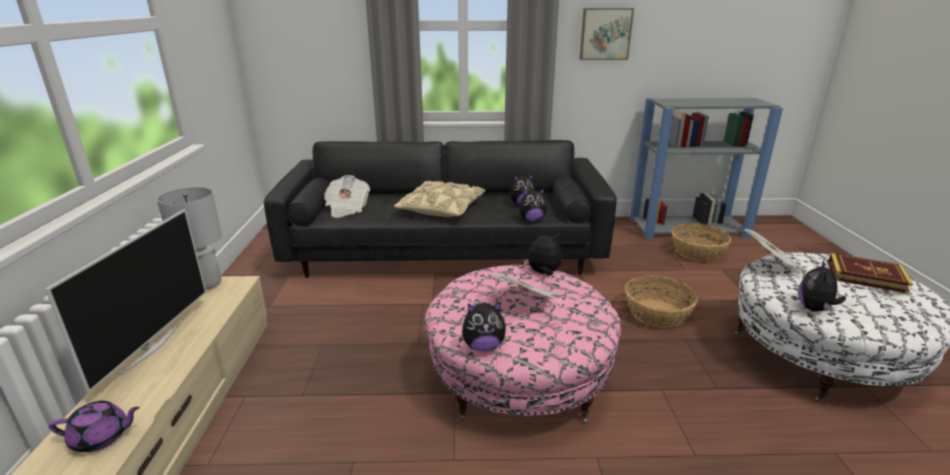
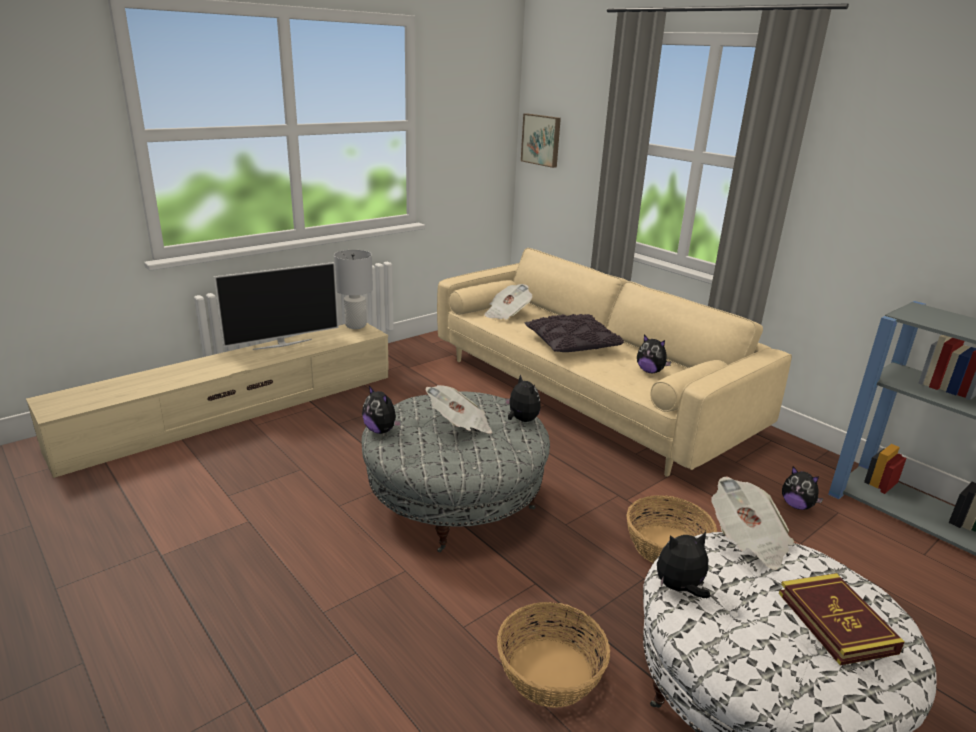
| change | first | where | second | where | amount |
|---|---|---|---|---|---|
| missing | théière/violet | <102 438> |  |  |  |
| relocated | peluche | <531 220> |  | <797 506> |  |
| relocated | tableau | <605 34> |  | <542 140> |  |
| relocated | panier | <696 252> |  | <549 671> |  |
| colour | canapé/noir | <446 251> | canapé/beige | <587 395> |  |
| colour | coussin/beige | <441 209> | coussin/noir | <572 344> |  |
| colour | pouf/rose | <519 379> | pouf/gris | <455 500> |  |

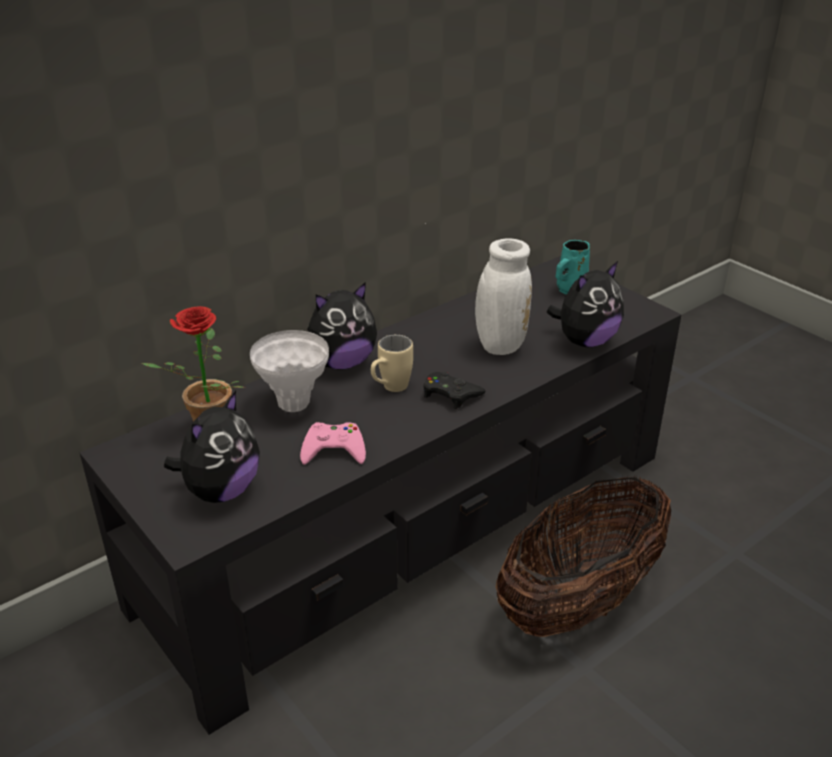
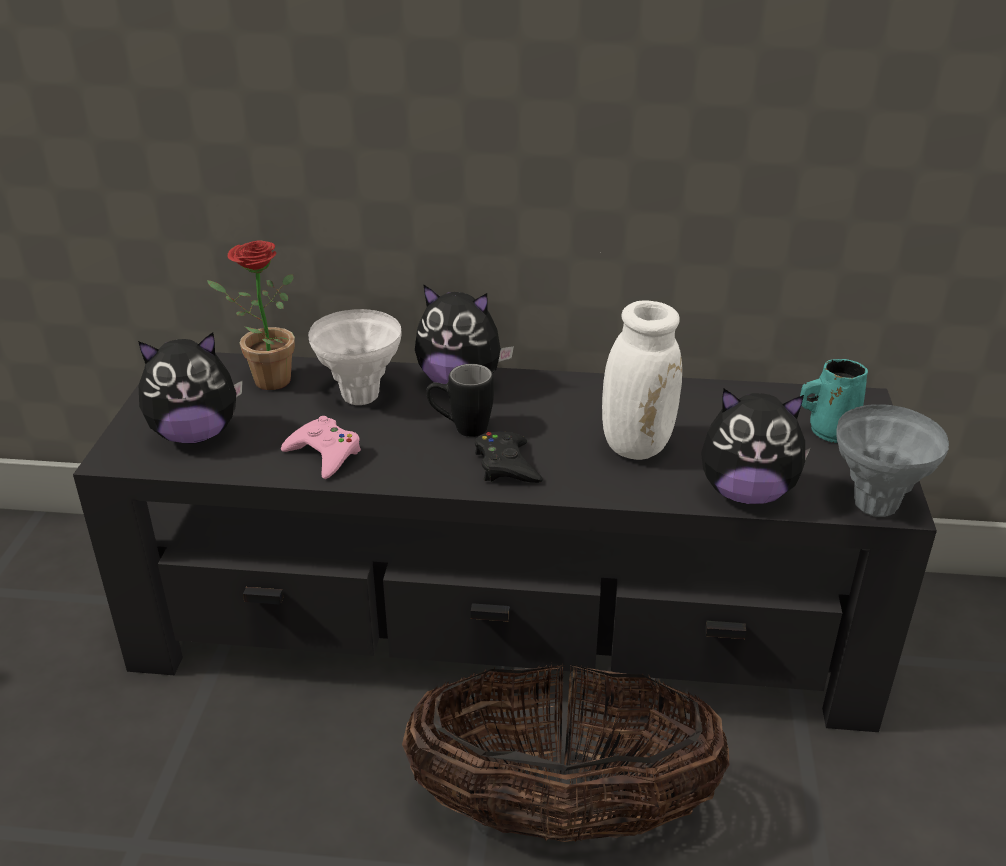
| change | first | where | second | where | amount |
|---|---|---|---|---|---|
| appeared |  |  | vase/gris | <874 505> |  |
| colour | mug/beige | <390 389> | mug/noir | <460 429> |  |

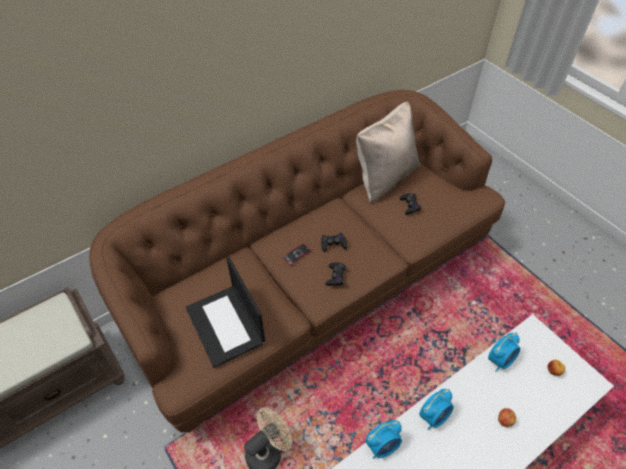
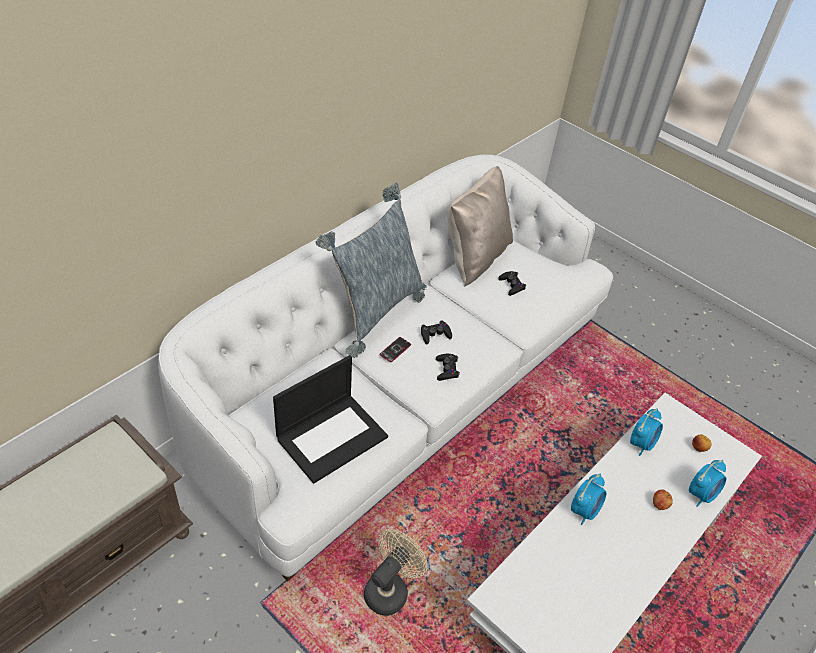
| change | first | where | second | where | amount |
|---|---|---|---|---|---|
| appeared |  |  | coussin | <372 317> |  |
| relocated | réveil | <382 446> |  | <701 494> |  |
| colour | canapé/marron | <312 285> | canapé/blanc | <400 395> |  |
| spun | ordinateur portable | <226 325> |  | <332 436> | 90 degrees counterclockwise |

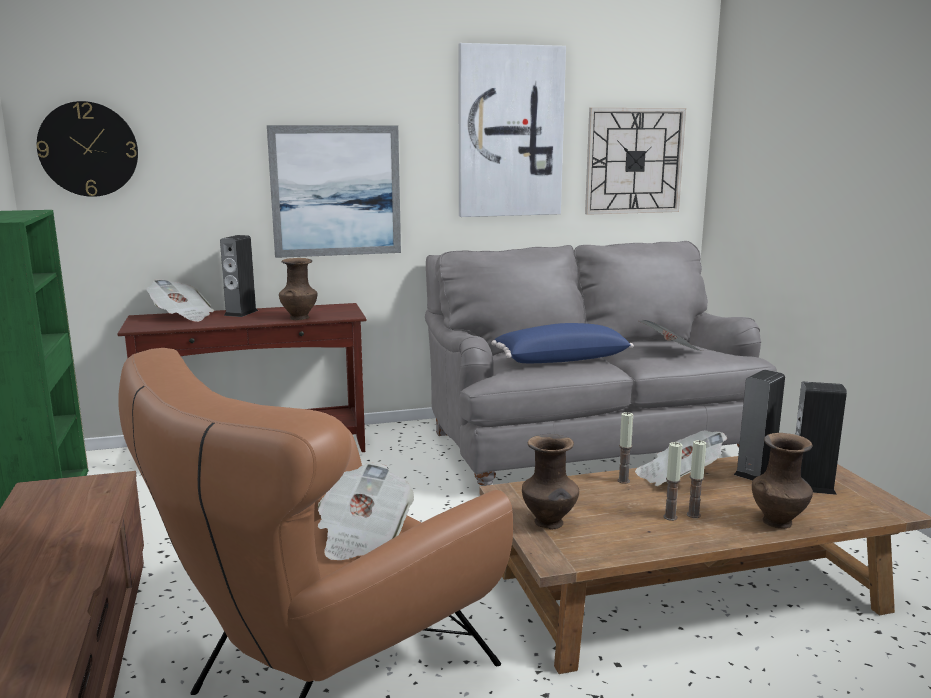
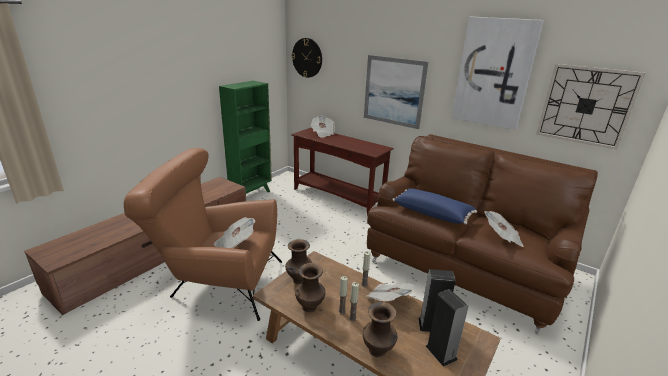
| change | first | where | second | where | amount |
|---|---|---|---|---|---|
| missing | enceinte | <241 313> |  |  |  |
| relocated | vase/marron | <299 318> |  | <310 306> |  |
| colour | canapé/gris | <583 443> | canapé/marron | <466 264> |  |

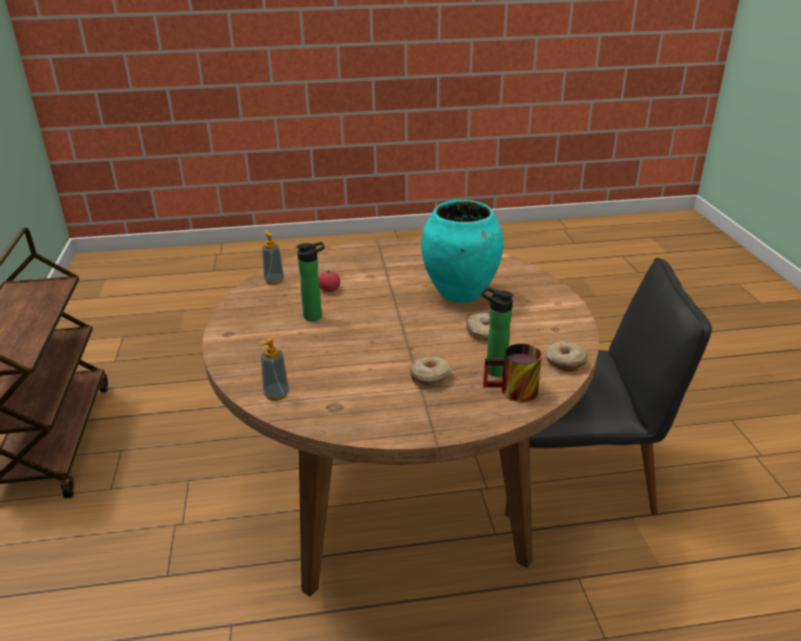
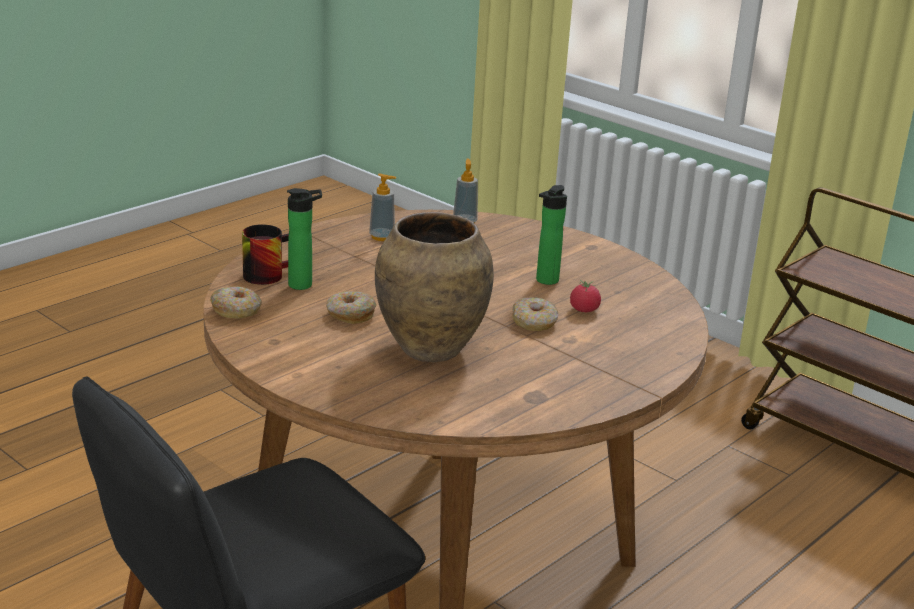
| change | first | where | second | where | amount |
|---|---|---|---|---|---|
| relocated | distributeur de savon | <274 280> |  | <382 237> |  |
| relocated | beignet | <430 377> |  | <534 322> |  |
| colour | vase/turquoise | <461 294> | vase/marron | <430 350> |  |

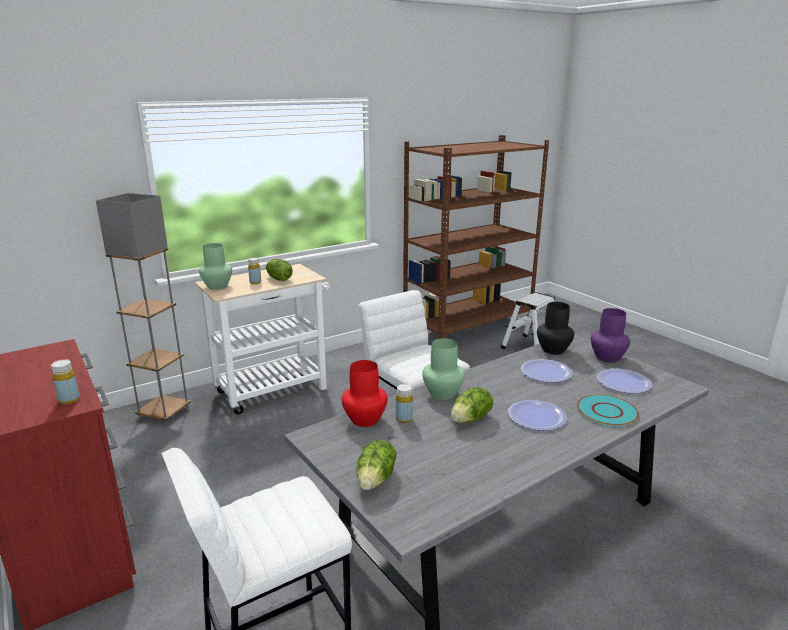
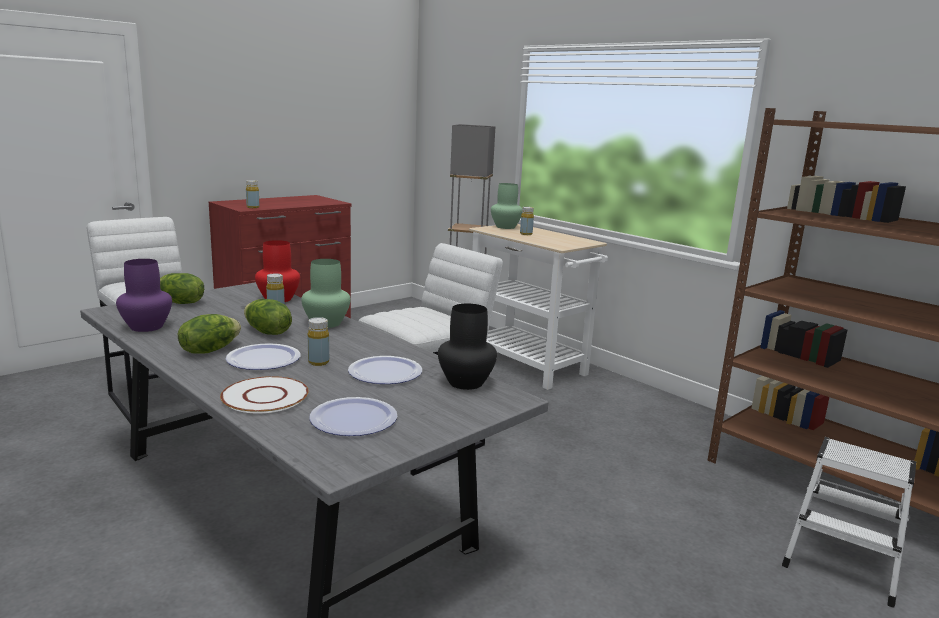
| change | first | where | second | where | amount |
|---|---|---|---|---|---|
| appeared |  |  | bouteille/jaune | <318 362> |  |
| relocated | laitue | <278 279> |  | <209 350> |  |
| relocated | vase/violet | <607 358> |  | <146 327> |  |
| colour | assiette/turquoise | <606 411> | assiette/blanc | <266 396> |  |

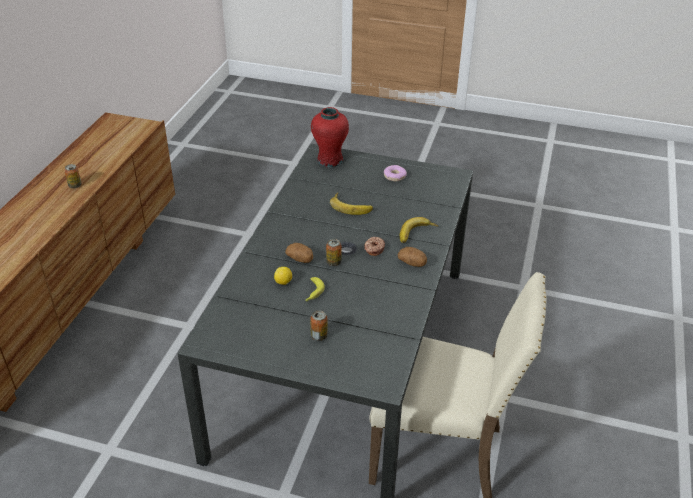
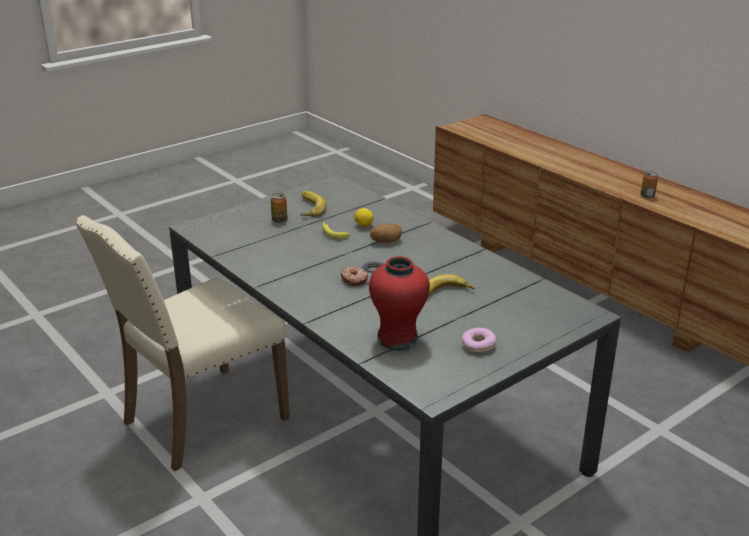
| change | first | where | second | where | amount |
|---|---|---|---|---|---|
| missing | boîte métallique | <333 262> |  |  |  |
| missing | pomme de terre | <412 263> |  |  |  |
| relocated | vase/rouge | <329 160> |  | <397 338> |  |
| relocated | banane | <417 234> |  | <308 208> |  |

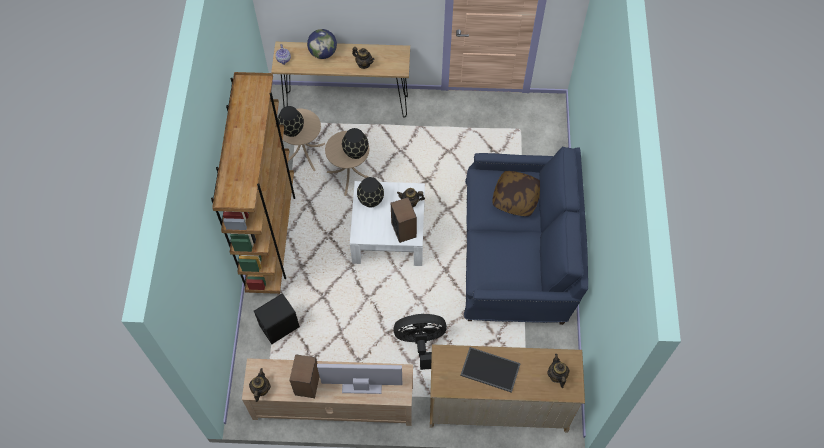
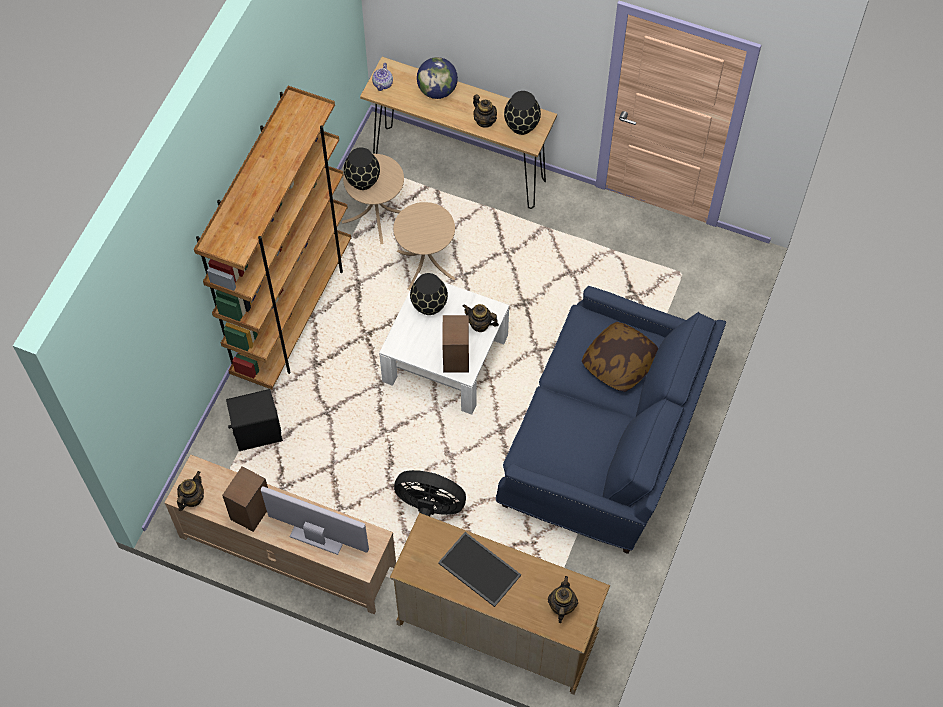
| change | first | where | second | where | amount |
|---|---|---|---|---|---|
| relocated | vase/noir | <356 151> |  | <522 125> |  |

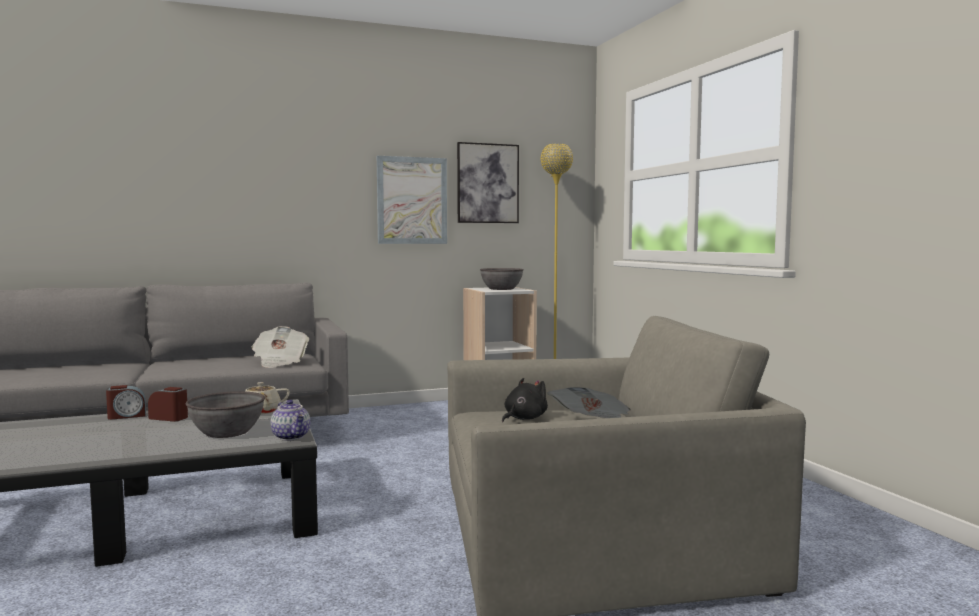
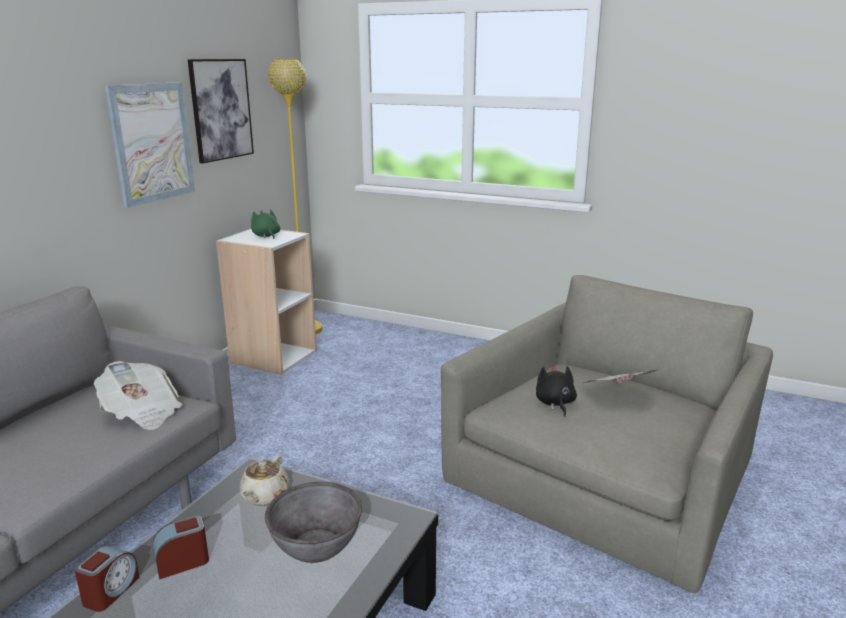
| change | first | where | second | where | amount |
|---|---|---|---|---|---|
| missing | théière | <292 437> |  |  |  |
| exchanged | bol/gris | <501 289> | peluche/vert | <266 236> |  |

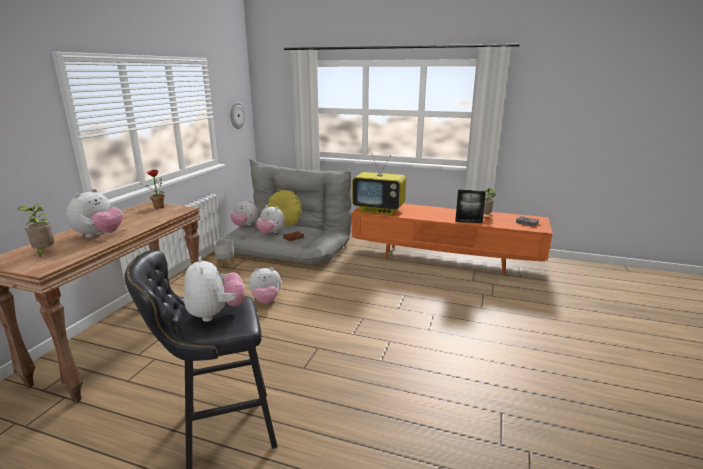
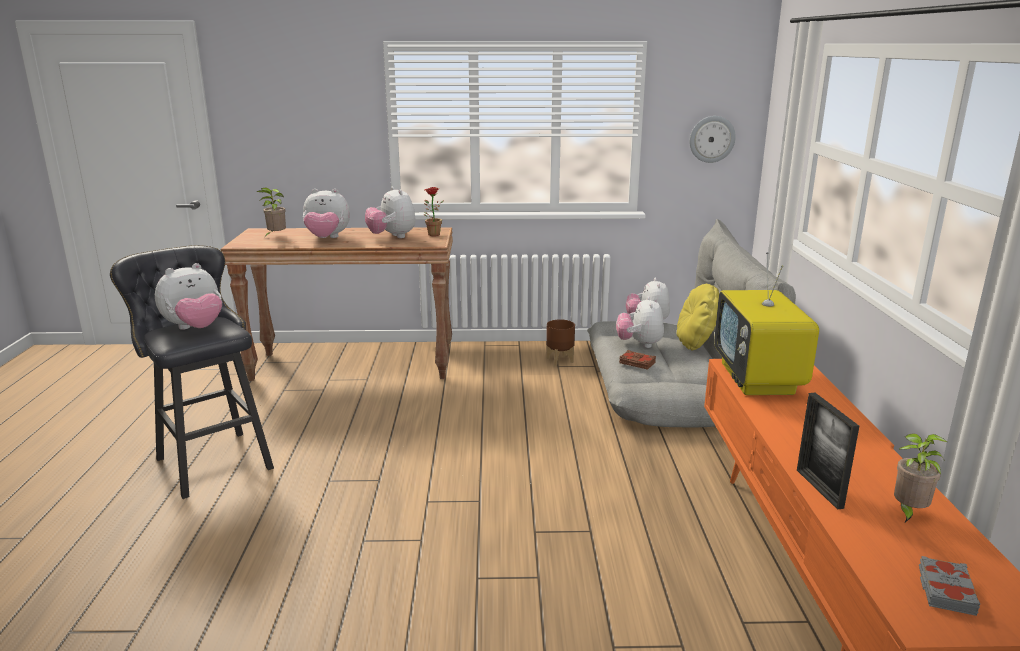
| change | first | where | second | where | amount |
|---|---|---|---|---|---|
| relocated | peluche | <266 300> |  | <392 237> |  |
| colour | cache-pot/gris | <226 265> | cache-pot/marron | <560 360> |  |

